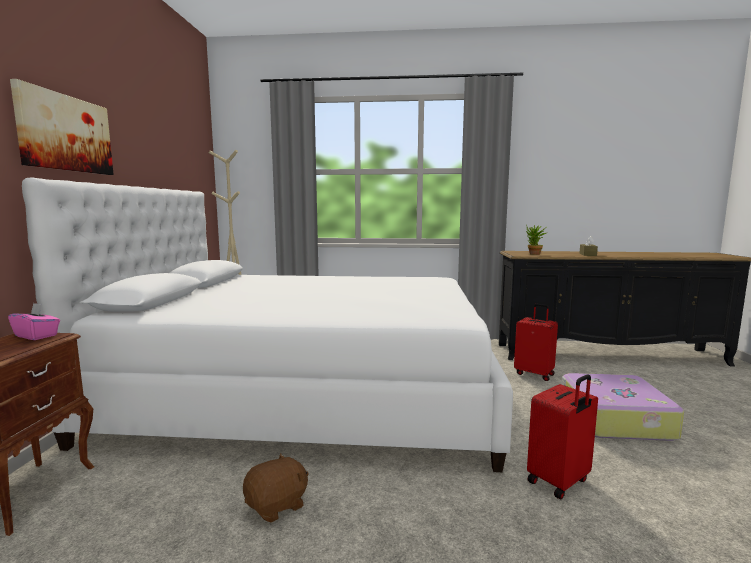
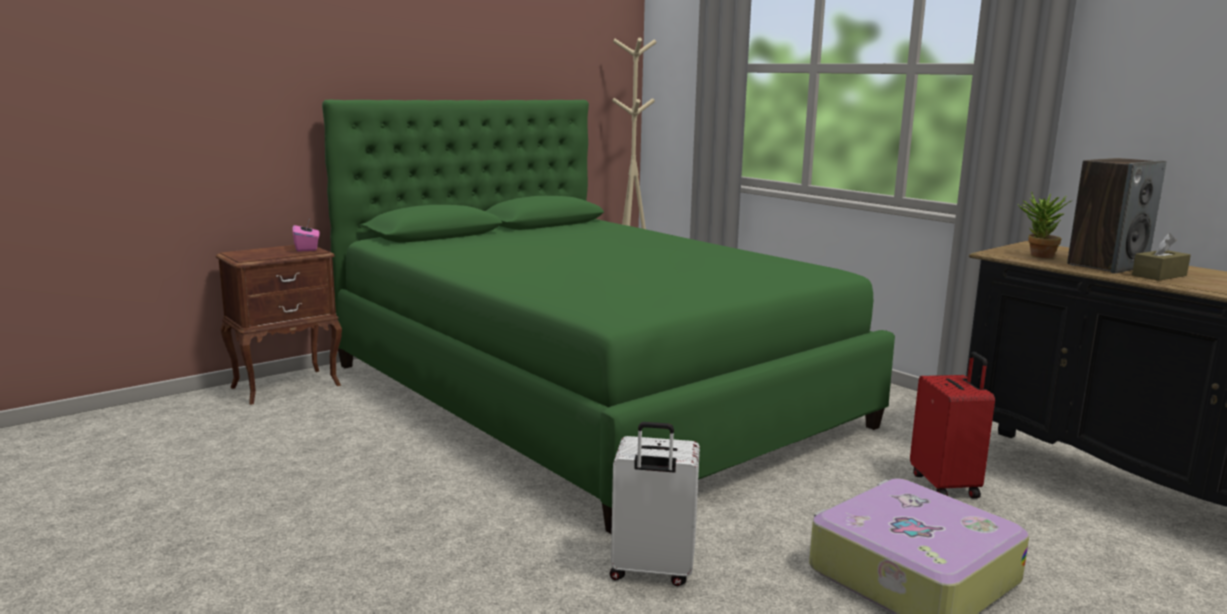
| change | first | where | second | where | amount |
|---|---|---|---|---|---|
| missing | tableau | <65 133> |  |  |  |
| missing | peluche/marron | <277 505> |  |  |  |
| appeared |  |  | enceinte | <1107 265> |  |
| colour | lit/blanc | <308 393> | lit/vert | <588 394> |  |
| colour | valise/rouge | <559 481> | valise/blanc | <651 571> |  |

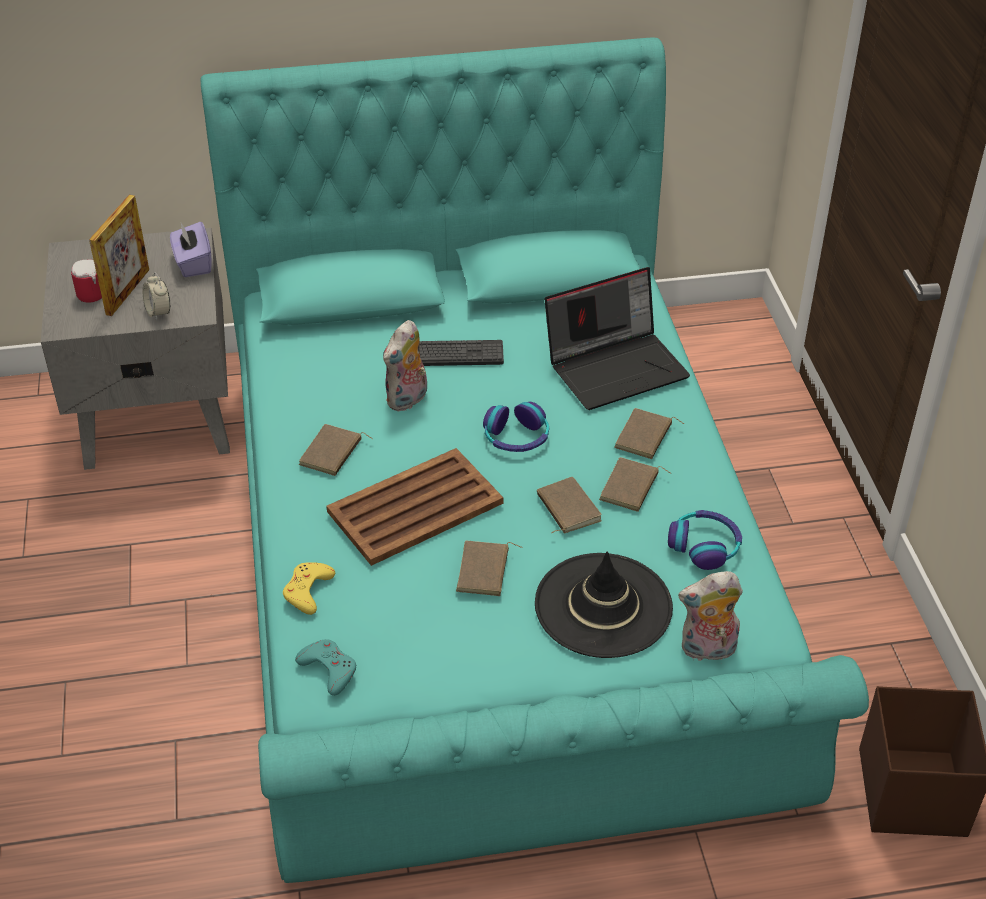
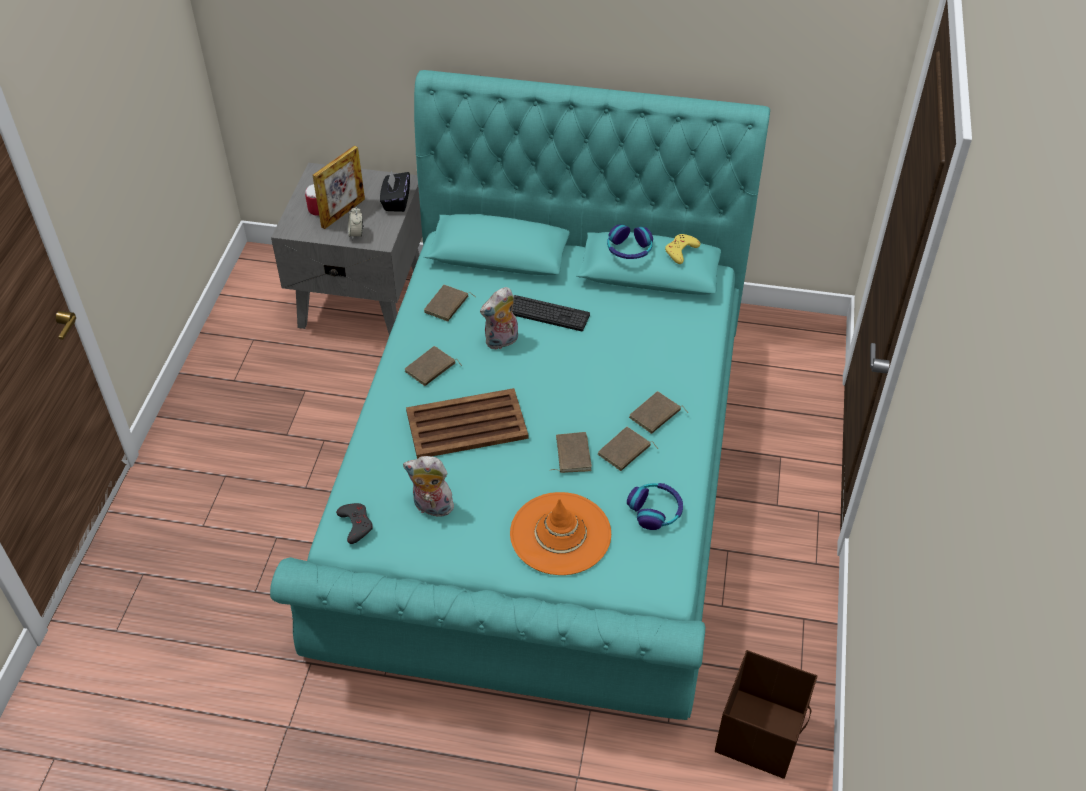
| change | first | where | second | where | amount |
|---|---|---|---|---|---|
| missing | ordinateur portable | <616 366> |  |  |  |
| relocated | manette/jaune | <308 591> |  | <680 251> |  |
| relocated | livre/marron | <485 571> |  | <447 305> |  |
| relocated | casque audio | <516 437> |  | <629 249> |  |
| relocated | peluche | <707 650> |  | <431 508> |  |
| colour | boîte à mouchoirs/violet | <193 263> | boîte à mouchoirs/noir | <396 201> |  |
| colour | manette/turquoise | <329 669> | manette/gris | <356 524> |  |
| colour | chapeau/noir | <603 606> | chapeau/orange | <560 534> |  |

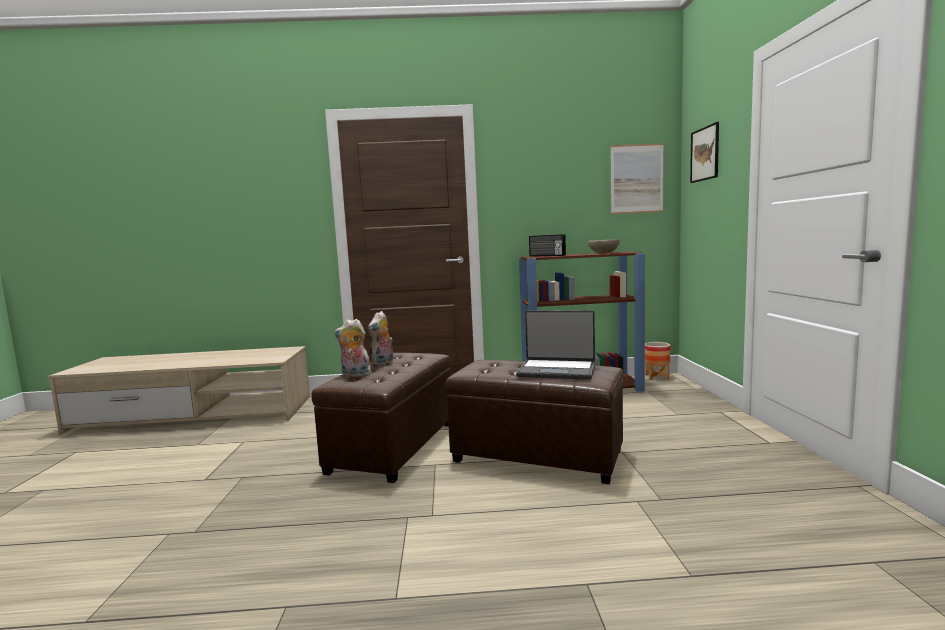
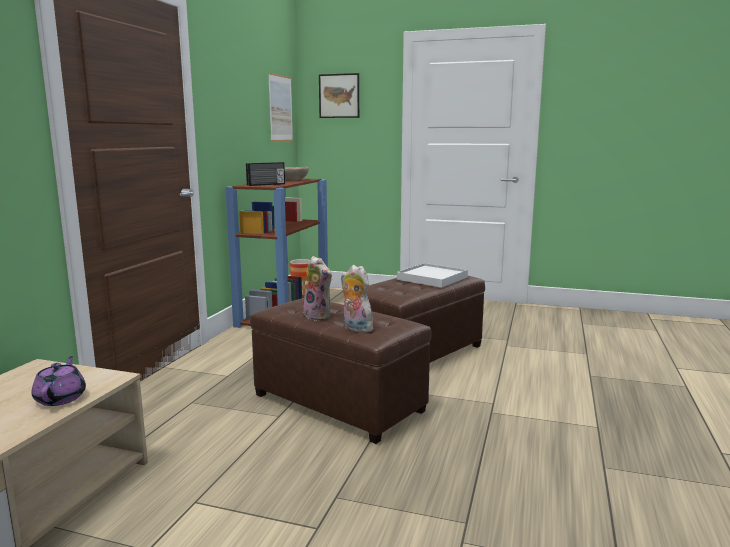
| change | first | where | second | where | amount |
|---|---|---|---|---|---|
| appeared |  |  | théière/violet | <61 398> |  |
| exchanged | ordinateur portable | <557 370> | plateau/blanc | <432 278> |  |
| spun | peluche | <354 375> |  | <355 328> | 105 degrees clockwise |

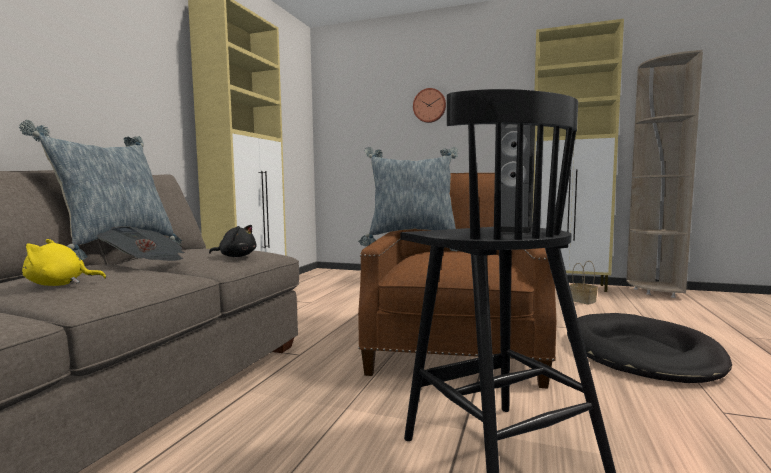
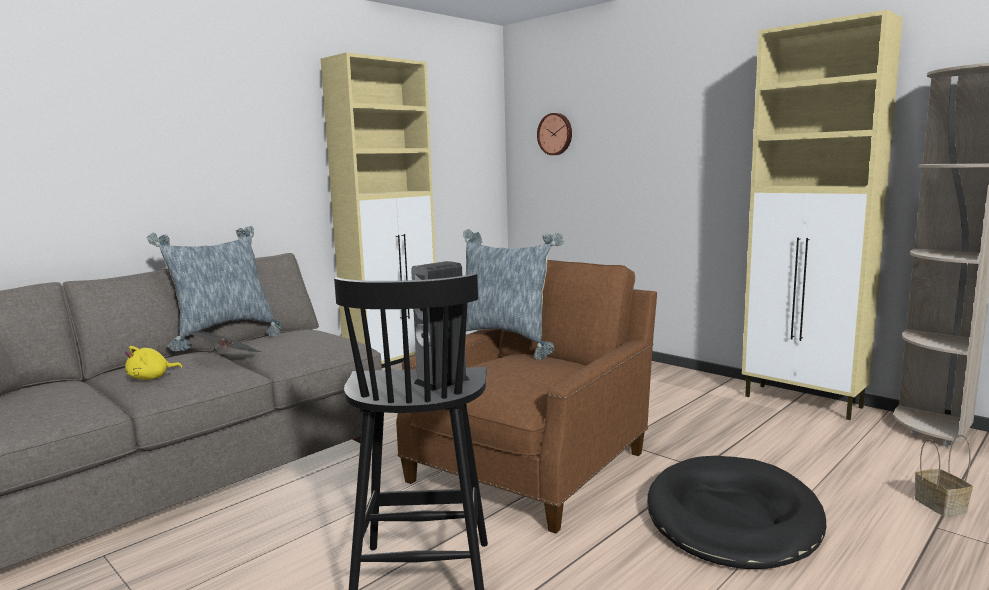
| change | first | where | second | where | amount |
|---|---|---|---|---|---|
| missing | peluche/noir | <236 256> |  |  |  |
| relocated | horloge murale | <429 105> |  | <555 134> |  |
| relocated | panier | <581 301> |  | <938 504> |  |
| spun | peluche/jaune | <60 285> |  | <151 378> | 60 degrees counterclockwise |

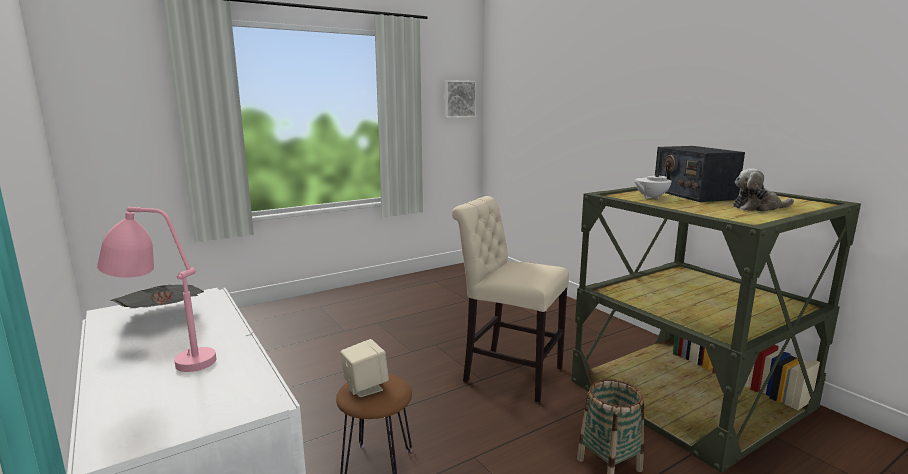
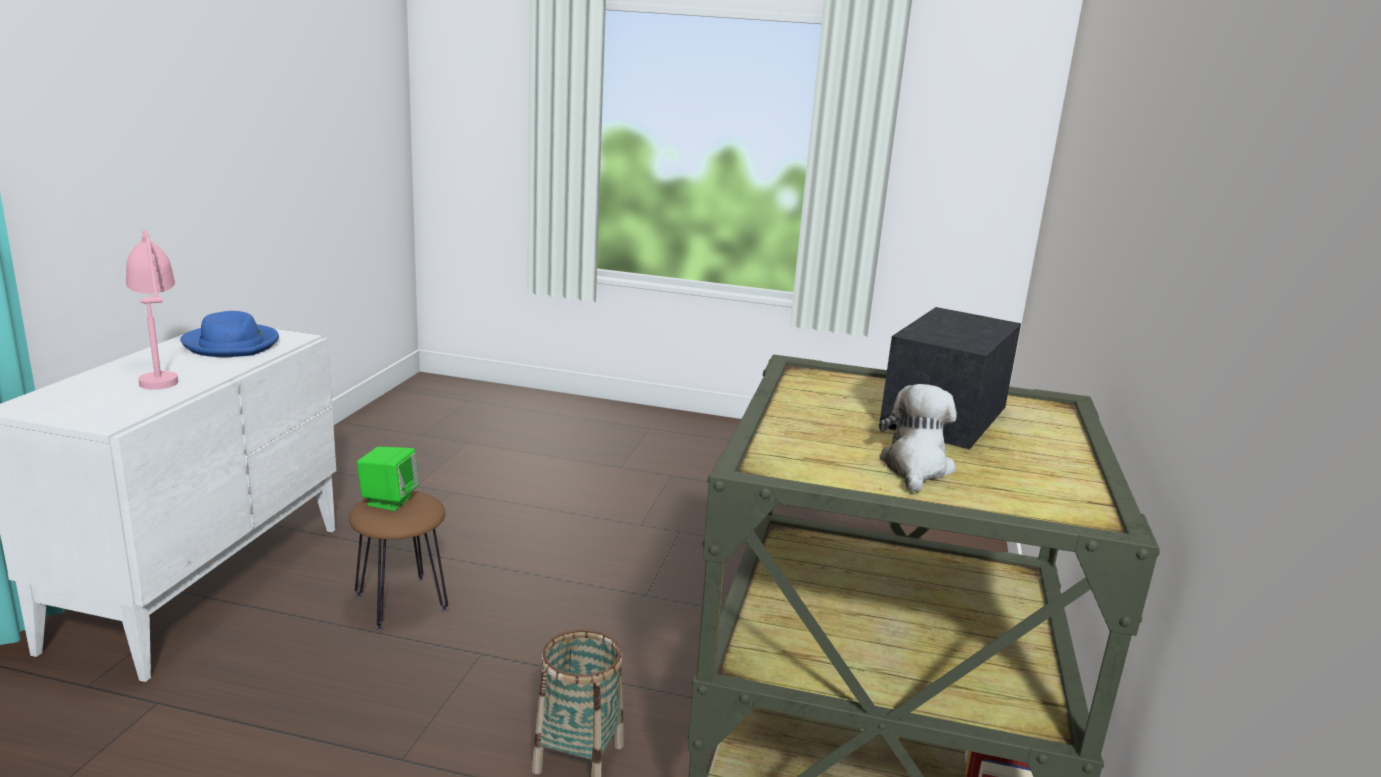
| change | first | where | second | where | amount |
|---|---|---|---|---|---|
| missing | tableau | <459 99> |  |  |  |
| missing | tabouret/beige | <508 373> |  |  |  |
| missing | théière/blanc | <650 197> |  |  |  |
| exchanged | journal | <163 317> | chapeau/bleu | <232 344> |  |
| colour | enceinte/beige | <365 387> | enceinte/vert | <389 500> |  |
| spun | peluche | <757 208> |  | <915 468> | 60 degrees clockwise |

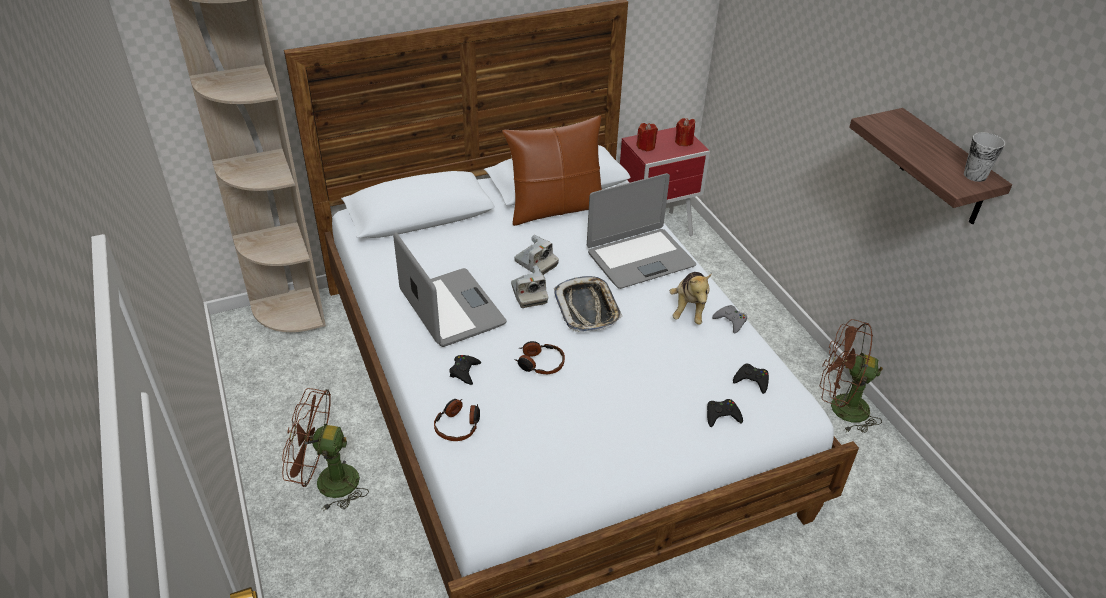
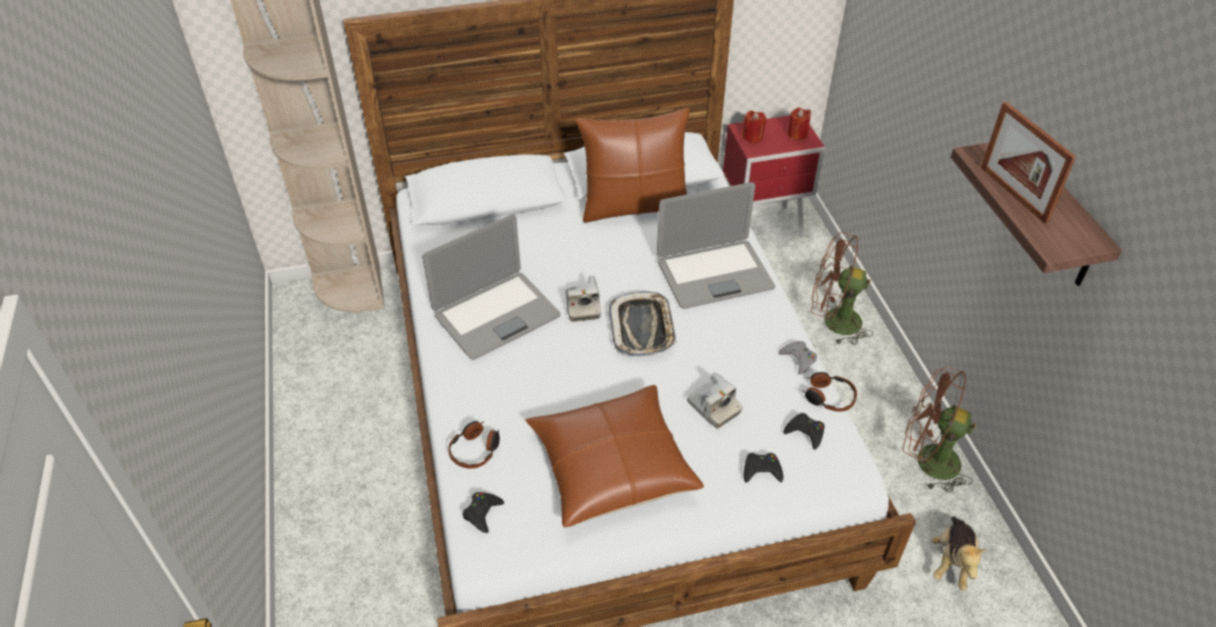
| change | first | where | second | where | amount |
|---|---|---|---|---|---|
| missing | tasse | <975 175> |  |  |  |
| appeared |  |  | coussin/marron | <612 467> |  |
| appeared |  |  | cadre photo | <1013 194> |  |
| relocated | ventilateur/marron | <327 482> |  | <833 321> |  |
| relocated | manette/noir | <464 371> |  | <482 513> |  |
| relocated | appareil photo | <536 263> |  | <713 407> |  |
| relocated | casque audio | <539 363> |  | <828 397> |  |
| relocated | peluche | <689 309> |  | <952 561> |  |
| spun | ordinateur portable | <451 309> |  | <496 315> | 75 degrees clockwise |

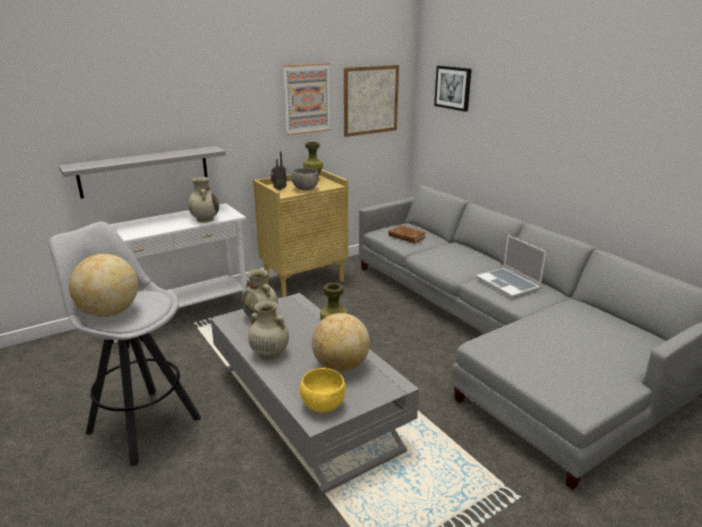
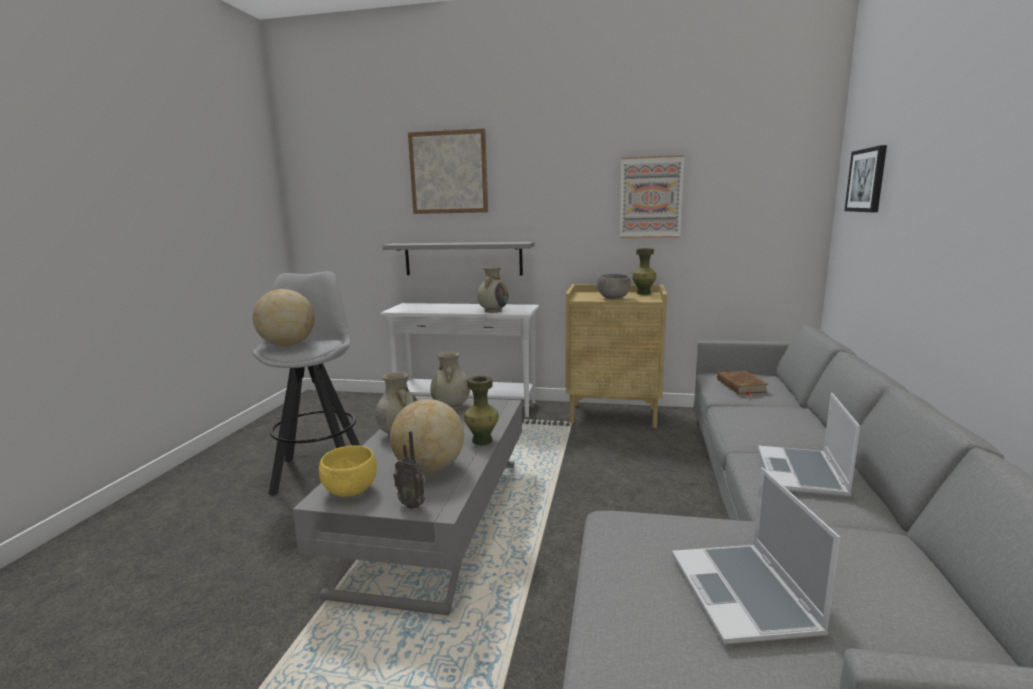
| change | first | where | second | where | amount |
|---|---|---|---|---|---|
| appeared |  |  | ordinateur portable | <745 595> |  |
| relocated | radio | <278 189> |  | <412 504> |  |
| relocated | tableau | <370 99> |  | <448 171> |  |

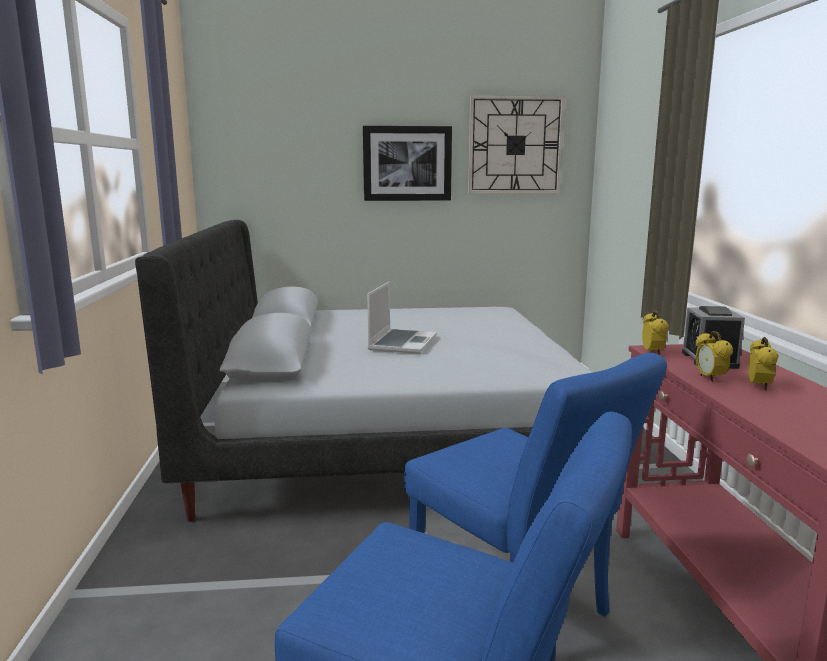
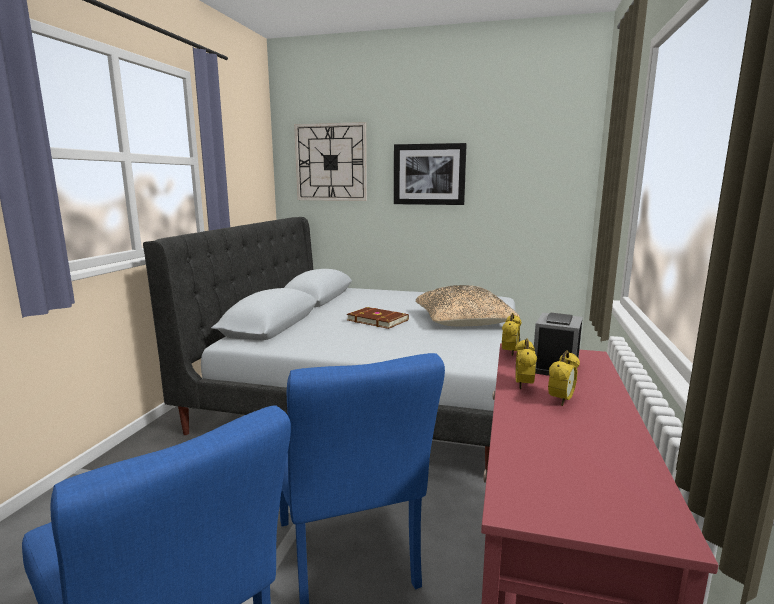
| change | first | where | second | where | amount |
|---|---|---|---|---|---|
| appeared |  |  | coussin/beige | <463 320> |  |
| relocated | horloge murale | <515 145> |  | <331 162> |  |
| exchanged | ordinateur portable | <402 343> | livre/marron | <378 320> |  |

